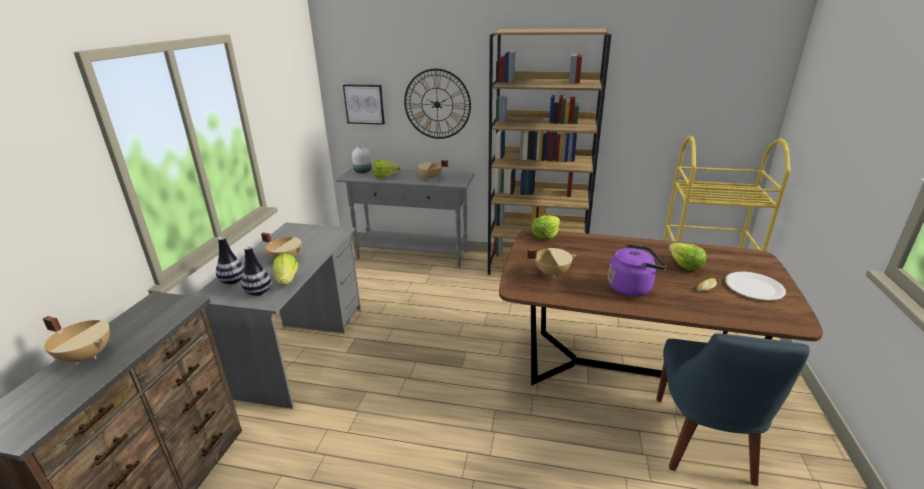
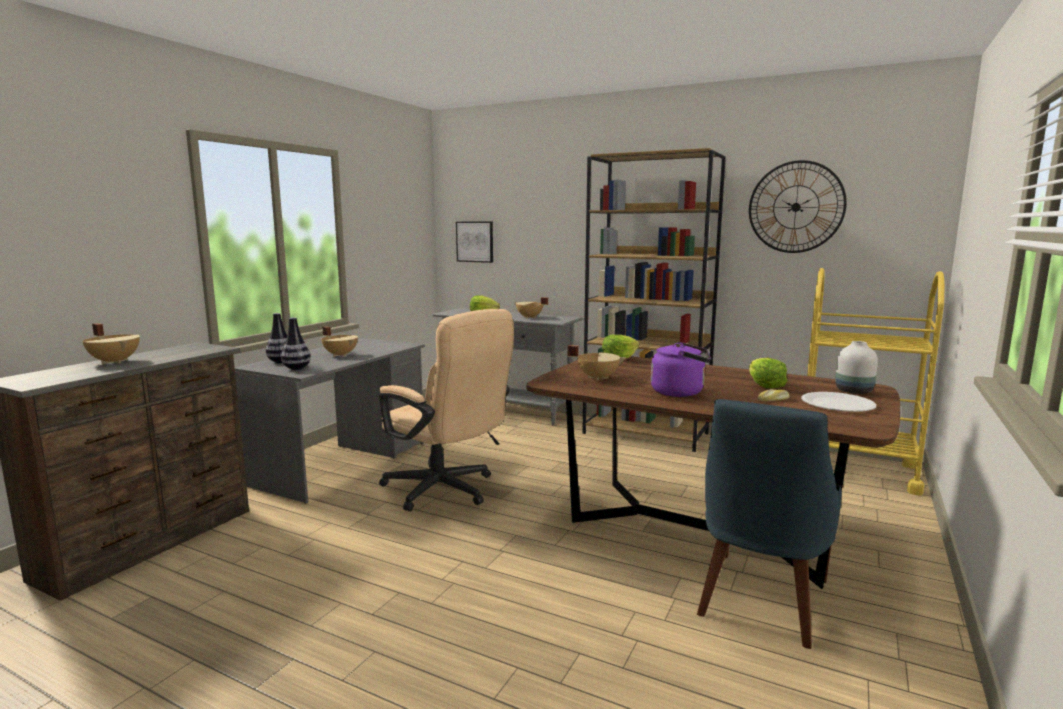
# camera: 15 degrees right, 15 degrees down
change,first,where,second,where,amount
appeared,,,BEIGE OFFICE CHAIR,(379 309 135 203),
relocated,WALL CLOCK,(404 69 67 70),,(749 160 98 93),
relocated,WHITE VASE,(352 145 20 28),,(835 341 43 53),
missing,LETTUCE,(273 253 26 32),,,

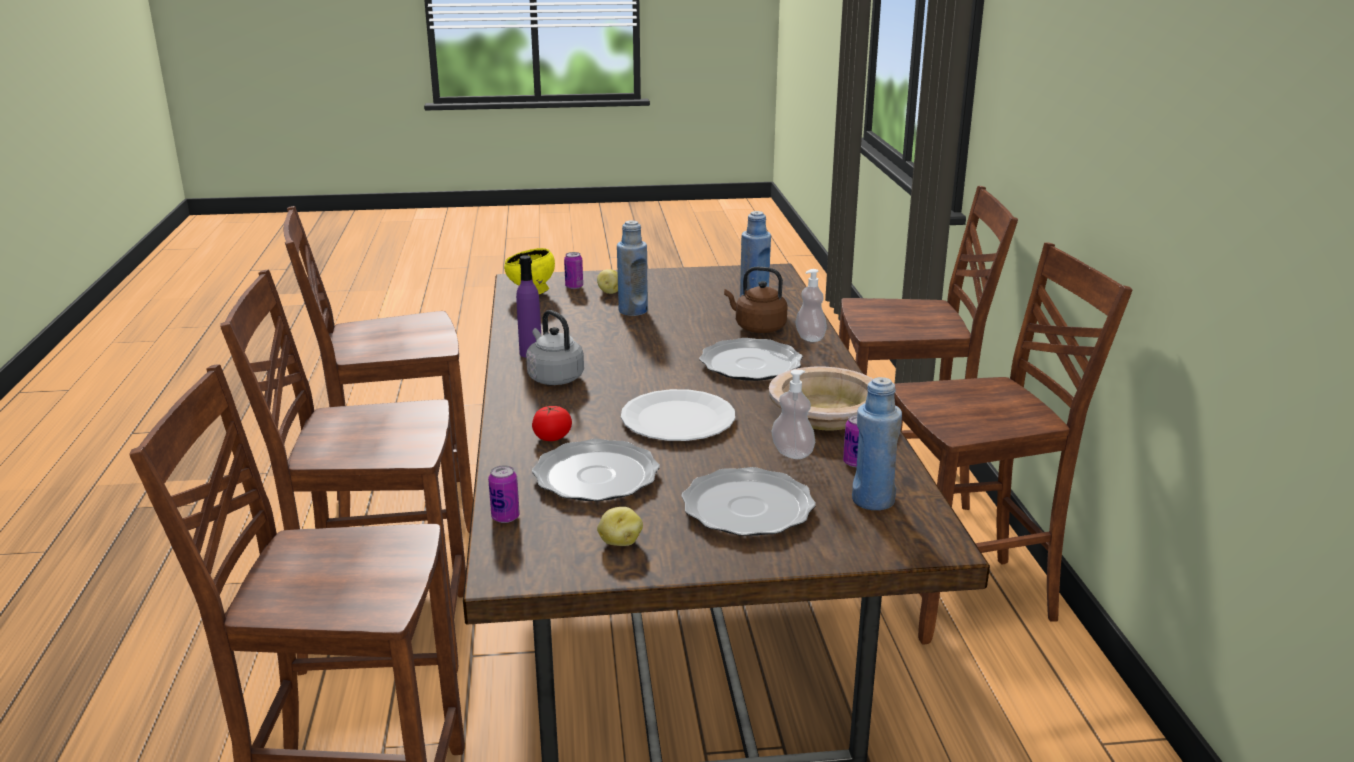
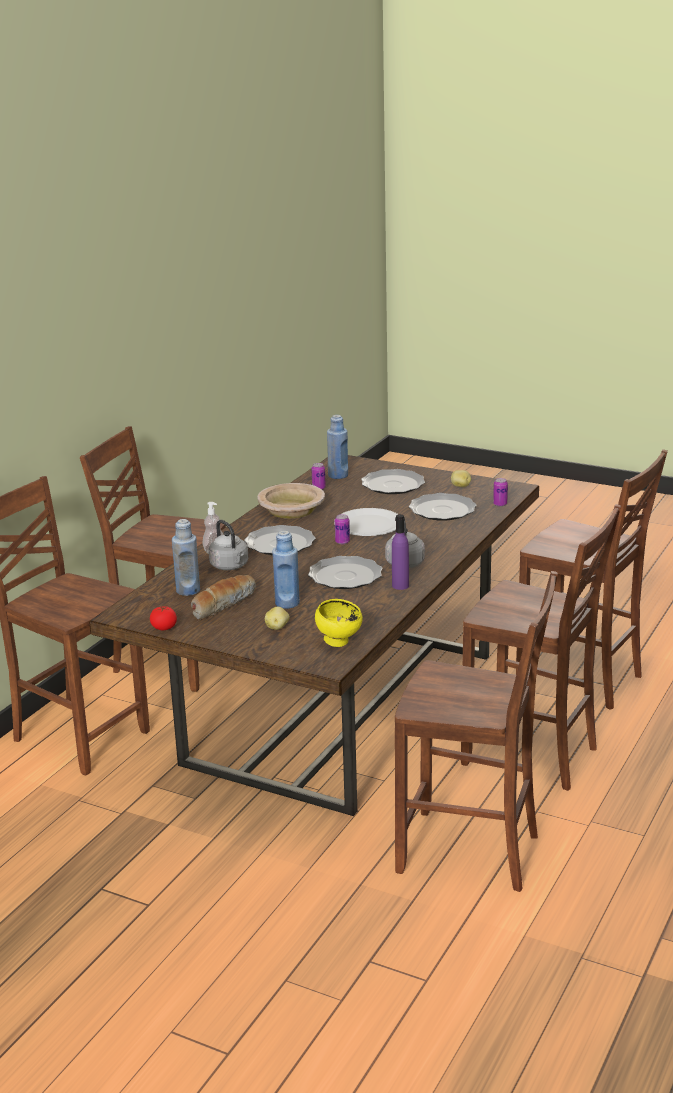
# camera: 145 degrees left, 0 degrees up
change,first,where,second,where,amount
relocated,TOMATO,(532 406 40 35),,(150 606 27 24),
appeared,,,BREAD,(191 575 65 45),
colour,BROWN KETTLE,(724 267 64 66),GREY KETTLE,(209 520 40 50),
appeared,,,PLATE,(308 556 74 33),
relocated,CAN,(564 252 19 37),,(335 514 15 30),
missing,SOAP DISPENSER,(772 370 43 89),,,

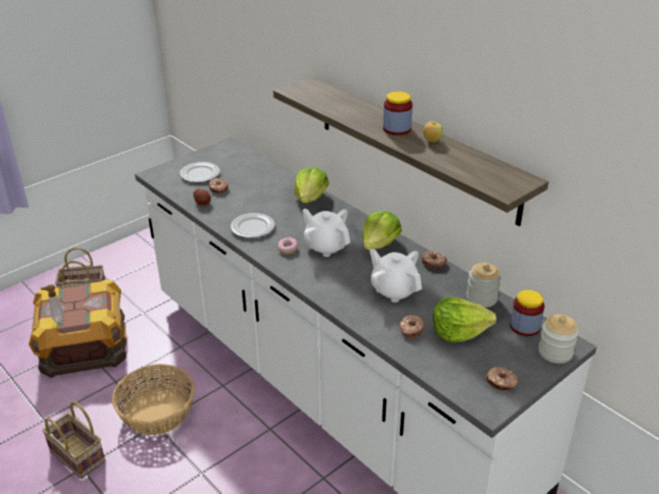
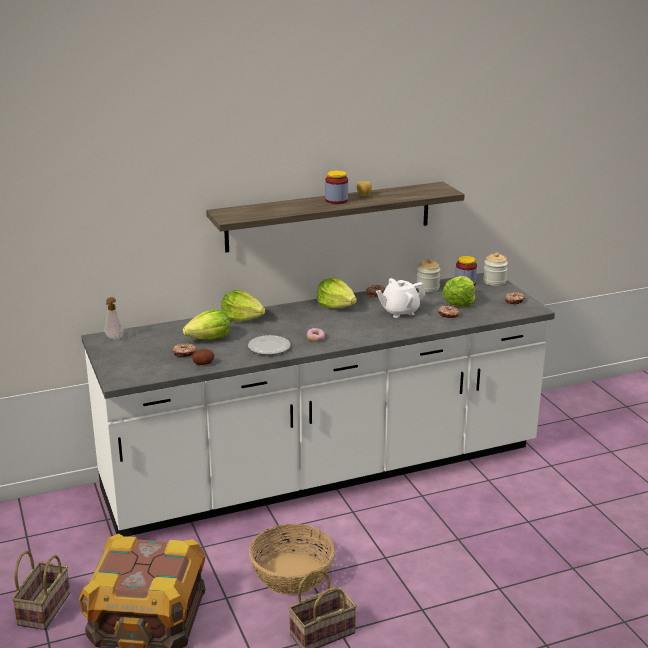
# camera: 70 degrees left, 10 degrees down
change,first,where,second,where,amount
relocated,SOAP DISPENSER,(41 285 23 37),,(105 297 18 42),
appeared,,,LETTUCE,(183 309 47 31),
missing,PLATE,(180 162 40 20),,,
missing,WHITE TEAPOT,(302 209 48 48),,,

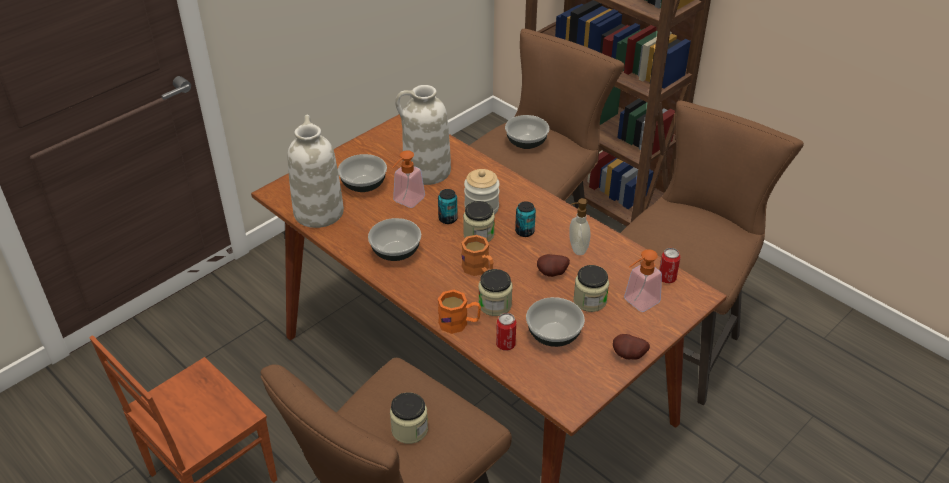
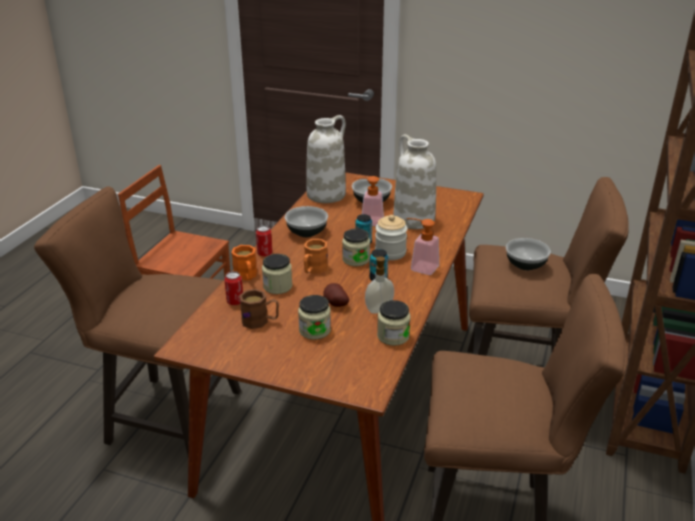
# camera: 65 degrees right, 10 degrees down
change,first,where,second,where,amount
exchanged,BOWL,(526 297 59 50),BROWN MUG,(239 289 40 40),
relocated,CAN,(659 248 21 35),,(256 225 16 31),
relocated,JAR,(390 392 38 52),,(377 300 34 46),
relocated,SOAP DISPENSER,(624 249 38 63),,(407 218 32 57),
missing,POTATO,(613 334 37 26),,,

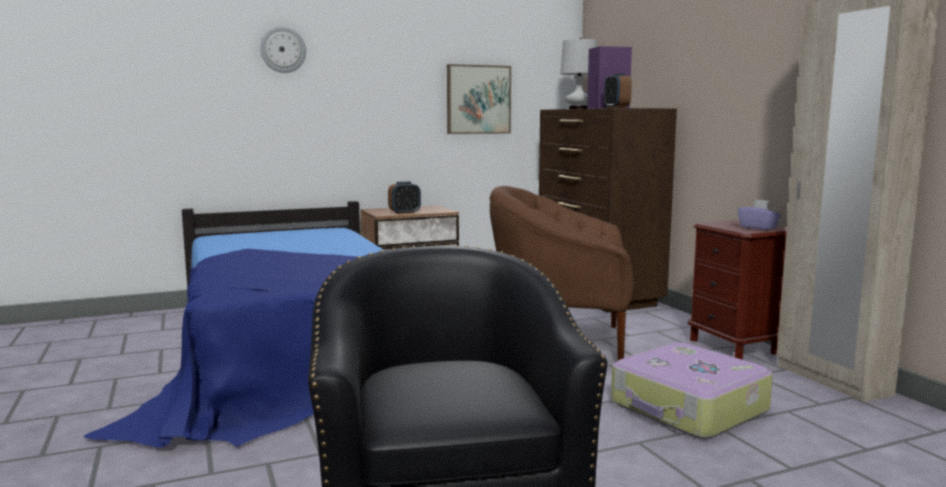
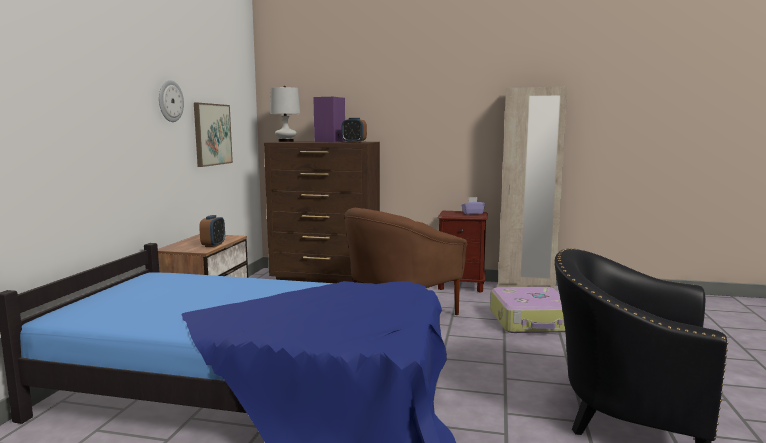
# camera: 55 degrees left, 0 degrees up
change,first,where,second,where,amount
relocated,WALL CLOCK,(260 26 46 47),,(159 80 25 42),

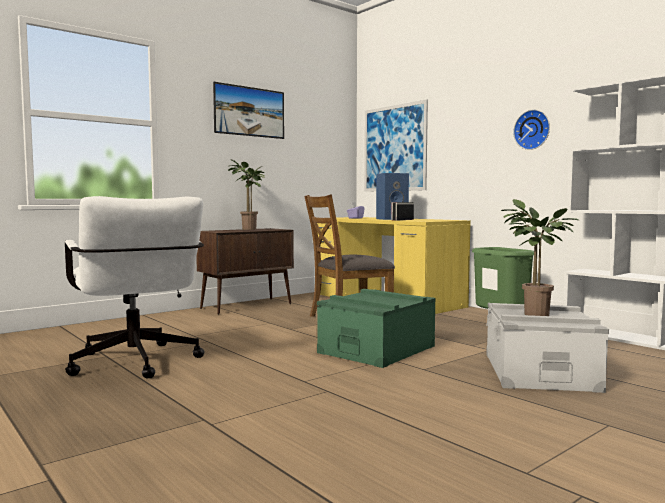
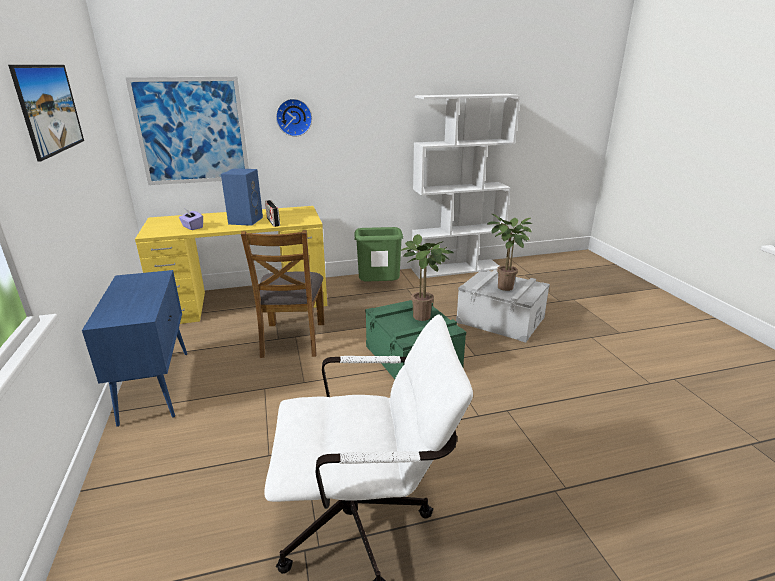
# camera: 65 degrees left, 20 degrees up
change,first,where,second,where,amount
colour,BROWN CABINET,(196 228 98 87),BLUE CABINET,(82 270 105 157),
relocated,WALL CLOCK,(513 110 37 40),,(276 99 36 37),
relocated,POTTED PLANT,(228 159 36 71),,(400 234 54 87),

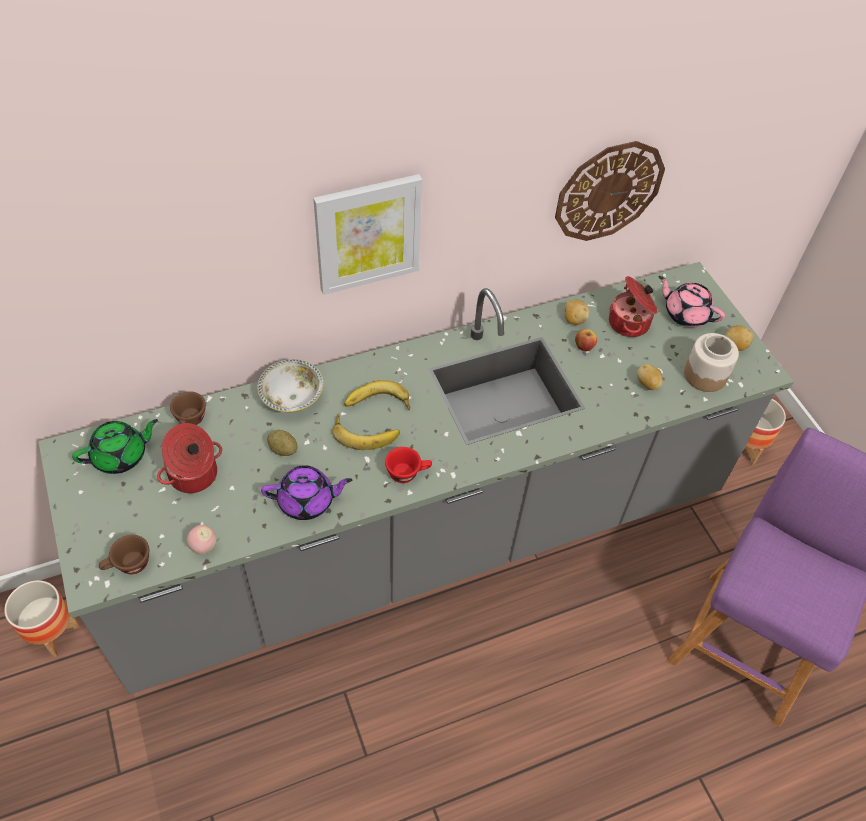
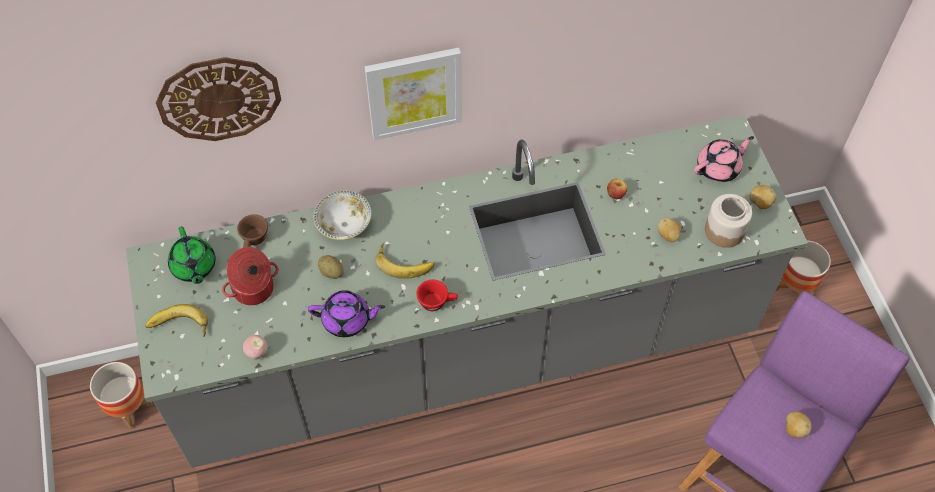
# camera: 10 degrees right, 5 degrees up
change,first,where,second,where,amount
relocated,BANANA,(344 380 66 30),,(145 304 63 33),
relocated,WALL CLOCK,(555 141 110 100),,(156 57 125 84),
spun,GREEN TEAPOT,(72 419 86 55),,(168 226 48 58),90 degrees clockwise
spun,PINK TEAPOT,(659 276 66 51),,(694 136 60 46),105 degrees clockwise
relocated,POTATO,(564 299 25 26),,(786 411 26 27),
missing,BROWN CUP,(99 535 50 39),,,
missing,COOKING POT,(609 276 48 61),,,

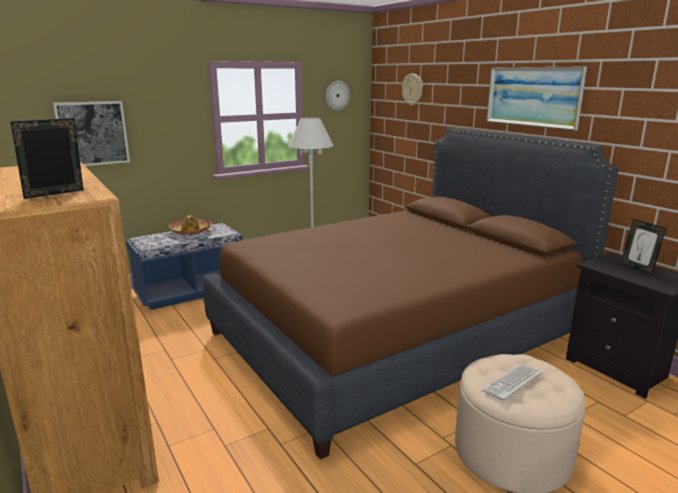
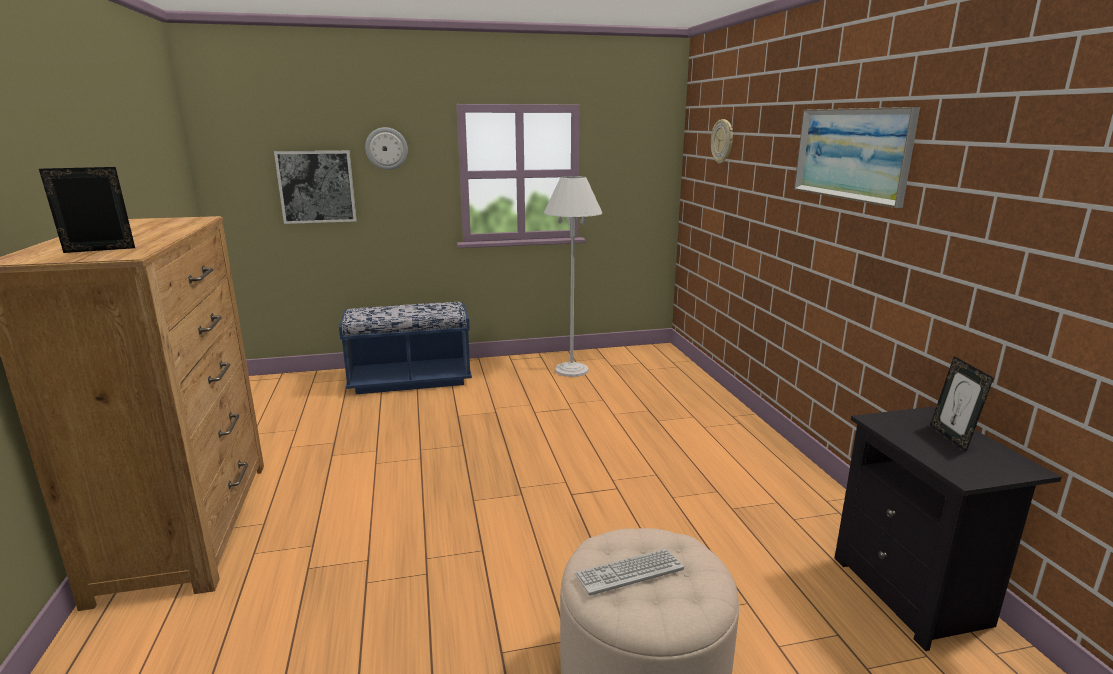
# camera: 20 degrees right, 0 degrees up
change,first,where,second,where,amount
relocated,WALL CLOCK,(326 81 24 30),,(365 127 43 43),
missing,HAT,(168 215 44 20),,,
missing,BROWN BED,(203 127 416 332),,,

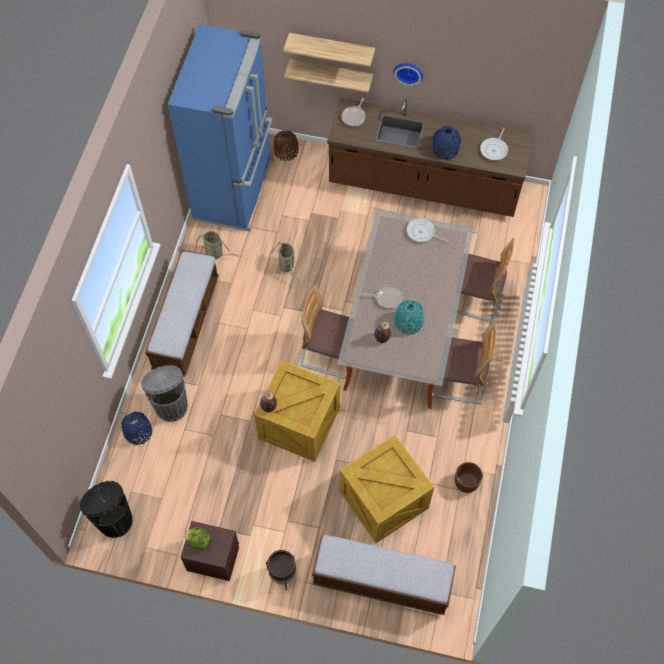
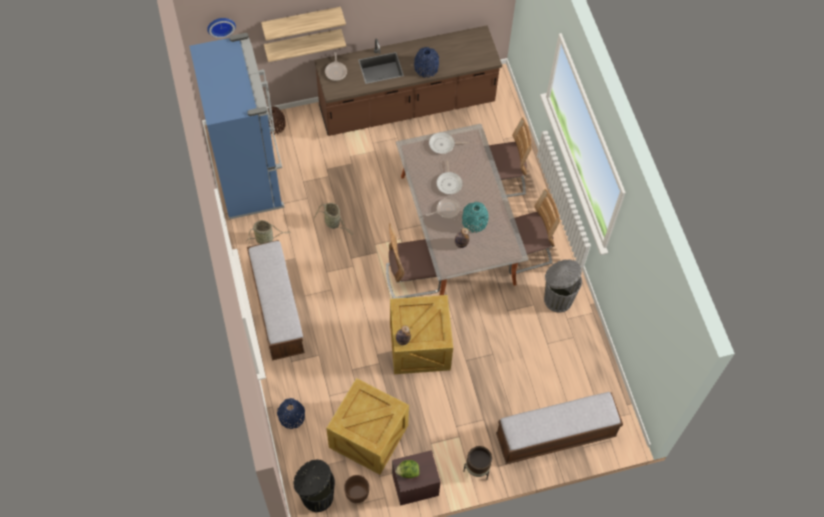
# camera: 30 degrees left, 0 degrees up
change,first,where,second,where,amount
relocated,WALL CLOCK,(393 63 30 23),,(207 18 29 20),
relocated,CRATE,(339 435 95 108),,(326 378 83 97),
relocated,BROWN PLANTER,(455 462 28 31),,(344 475 25 28),
relocated,FRYING PAN,(480 128 28 32),,(436 160 27 35),
relocated,GREY TRASH CAN,(141 365 47 57),,(544 259 38 54),

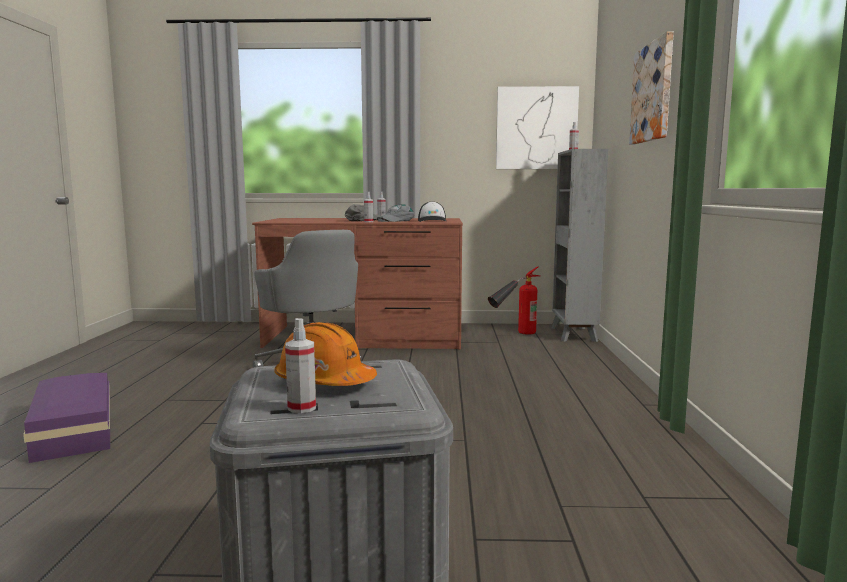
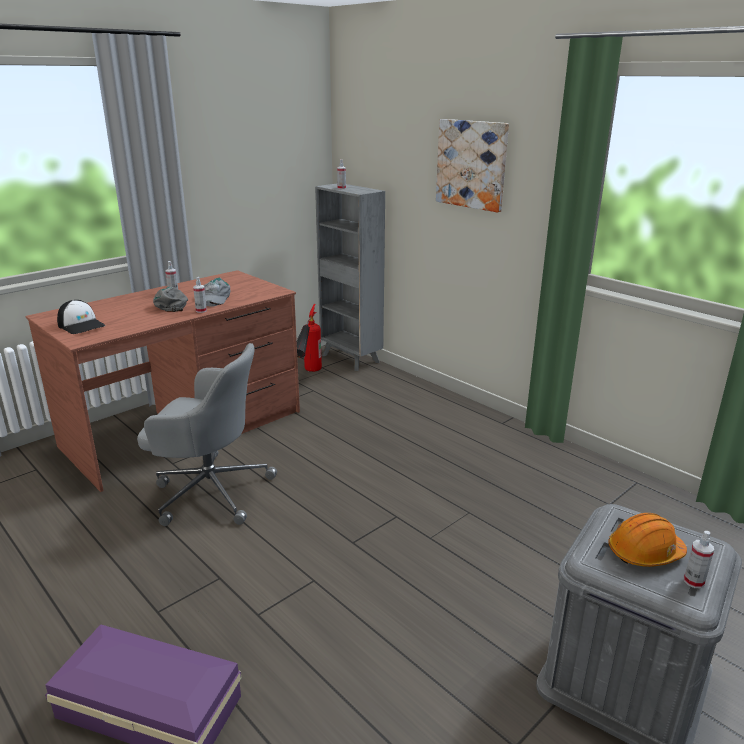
# camera: 45 degrees left, 15 degrees up
change,first,where,second,where,amount
relocated,CAP,(418 201 29 21),,(57 300 49 34),
missing,PICTURE,(496 86 83 83),,,

